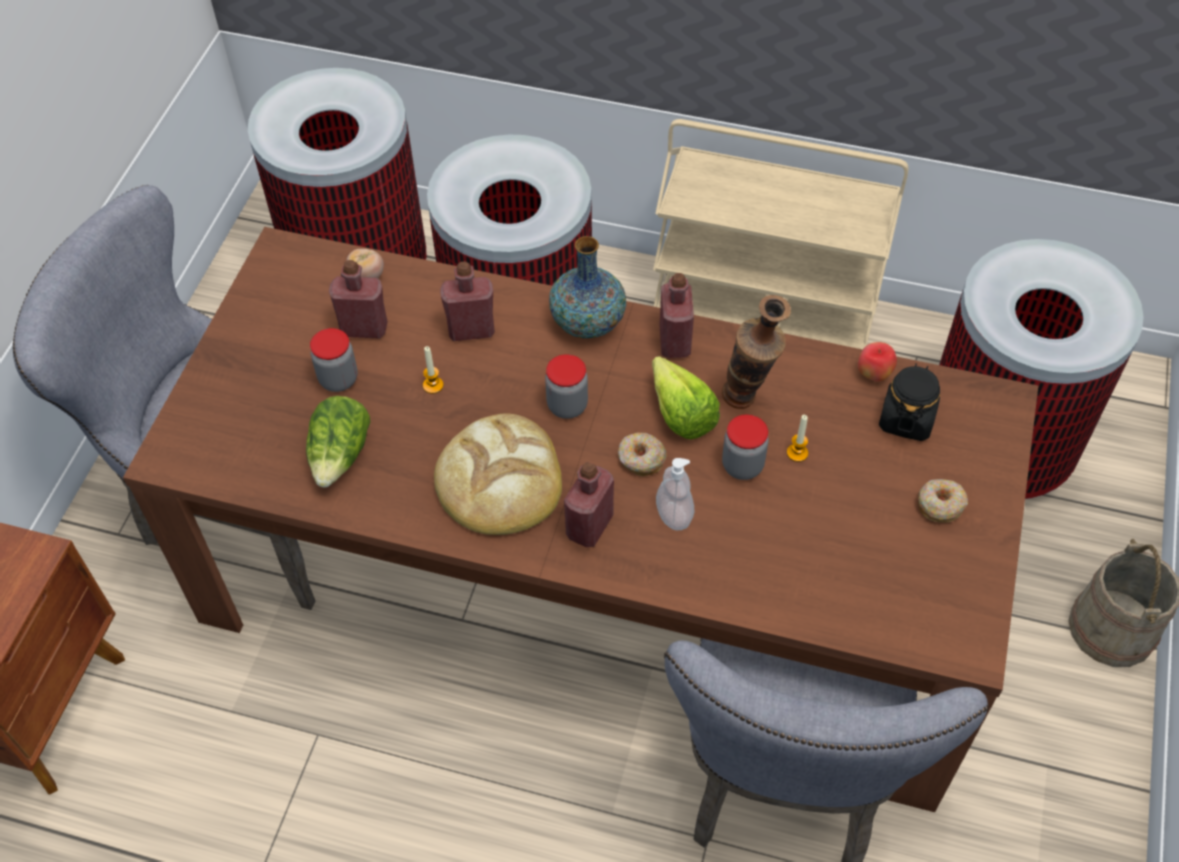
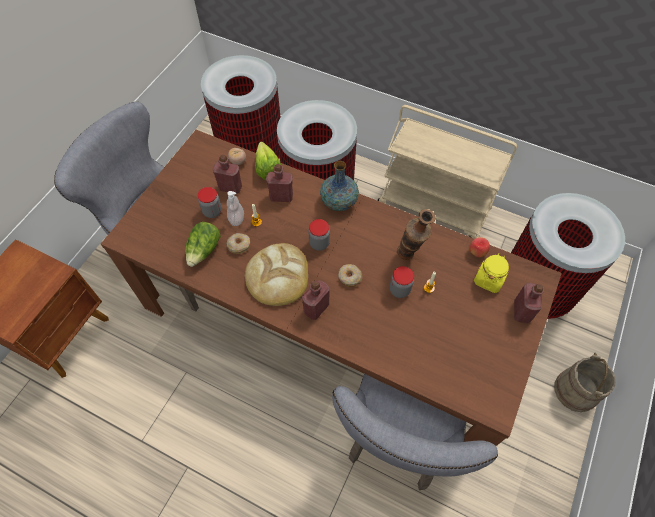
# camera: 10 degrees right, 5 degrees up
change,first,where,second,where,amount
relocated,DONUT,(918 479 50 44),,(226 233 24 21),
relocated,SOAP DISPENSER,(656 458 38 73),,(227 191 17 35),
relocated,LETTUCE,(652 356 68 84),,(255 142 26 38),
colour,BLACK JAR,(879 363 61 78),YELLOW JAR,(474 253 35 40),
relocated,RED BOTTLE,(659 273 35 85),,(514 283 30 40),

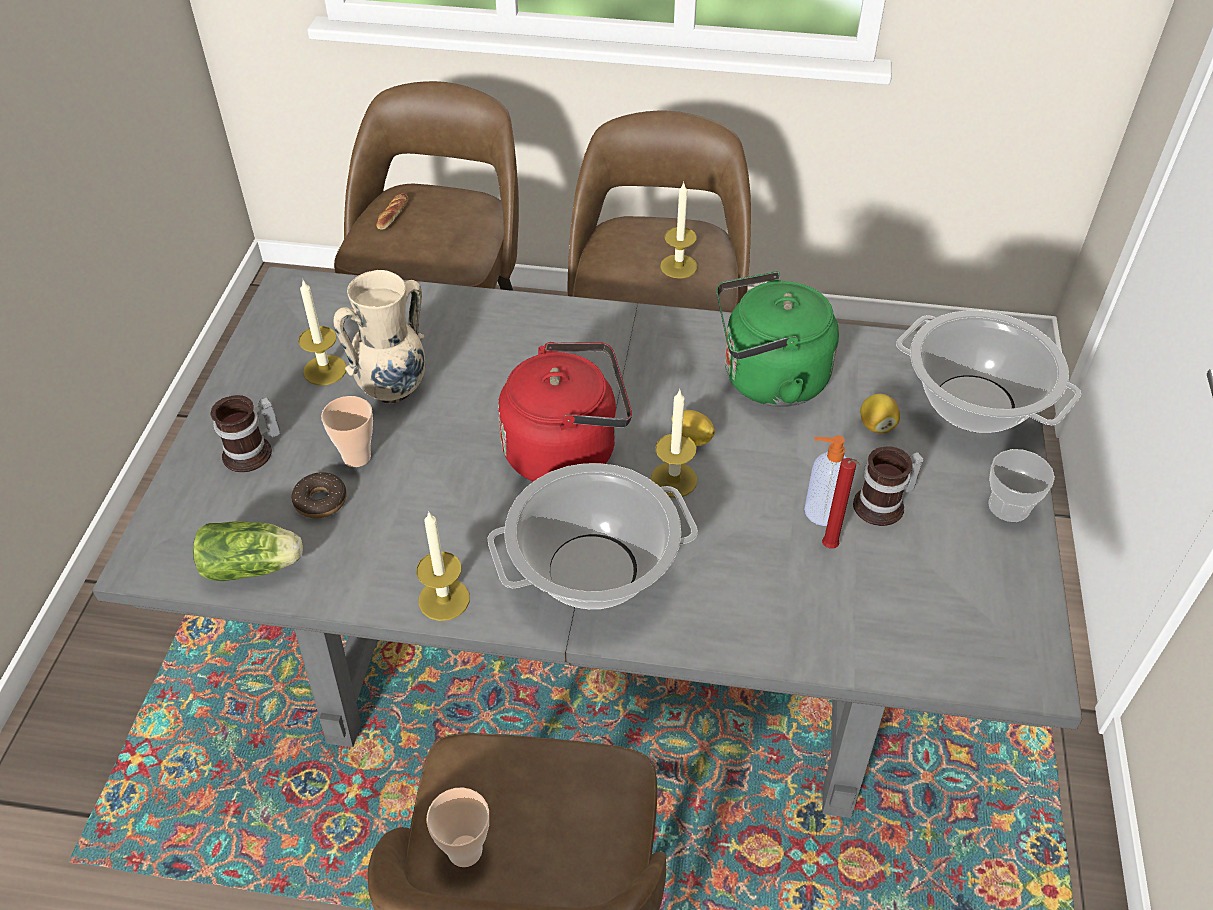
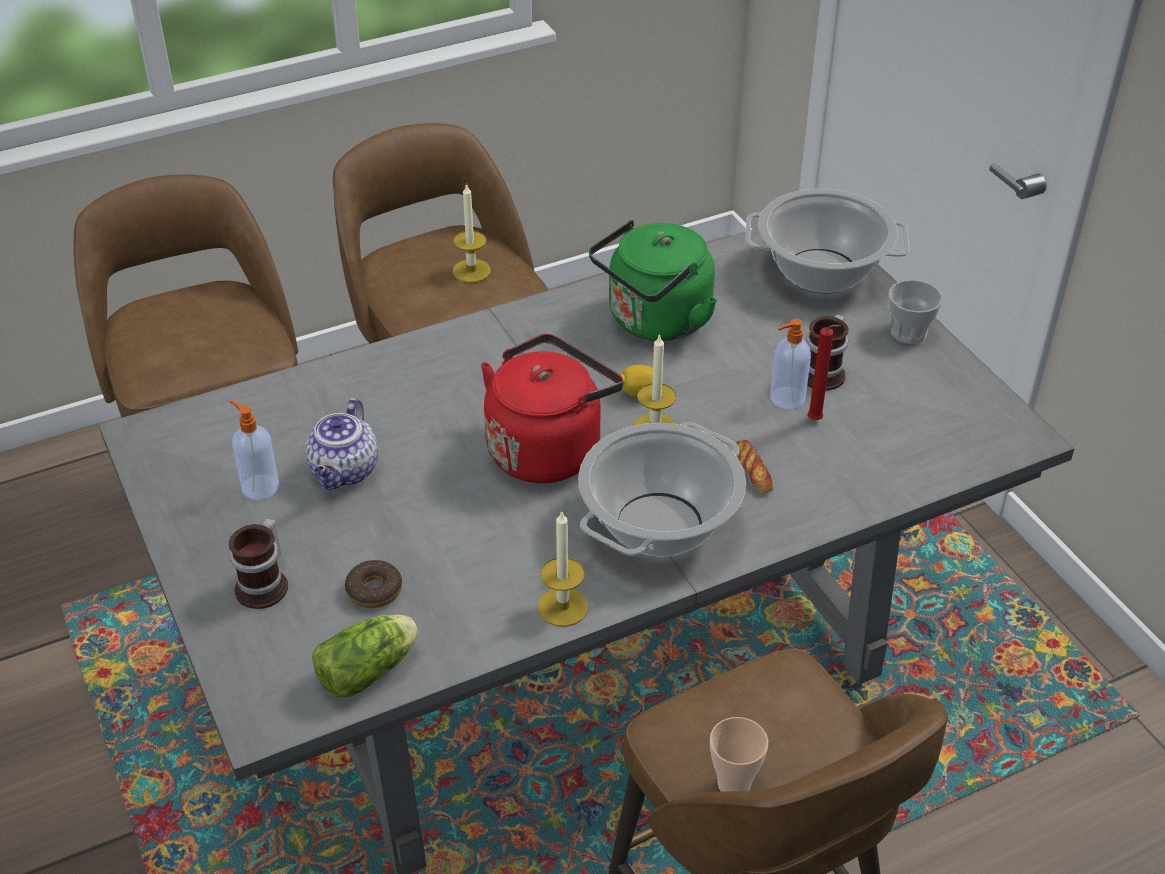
# camera: 35 degrees left, 5 degrees down
change,first,where,second,where,amount
exchanged,CANDLE,(298 280 49 105),SOAP DISPENSER,(230 400 49 100),
exchanged,BEIGE VASE,(333 270 93 133),TEAPOT,(305 398 73 92),
relocated,BREAD,(376 193 32 37),,(736 440 38 54),
missing,CUP,(321 396 52 71),,,
missing,LEMON,(860 394 40 39),,,

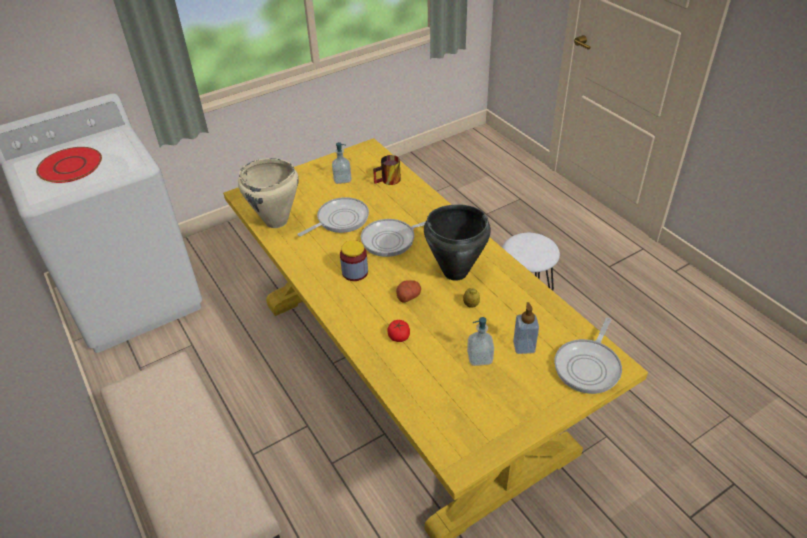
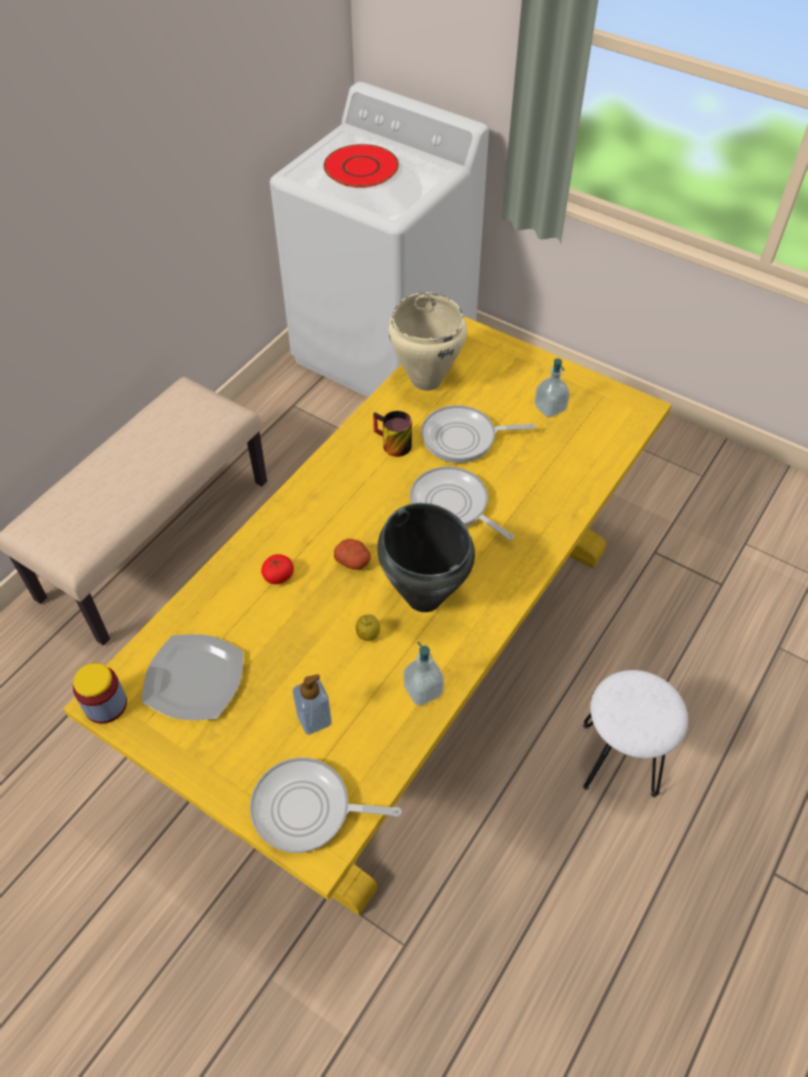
# camera: 65 degrees right, 10 degrees up
change,first,where,second,where,amount
relocated,JAR,(340 240 28 41),,(73 663 54 61),
appeared,,,PLATE,(141 634 103 86),
relocated,MUG,(373 155 28 30),,(373 411 39 46),
relocated,SOAP DISPENSER,(467 317 27 49),,(403 642 41 64),
spun,FRYING PAN,(298 197 71 39),,(421 405 115 58),150 degrees clockwise

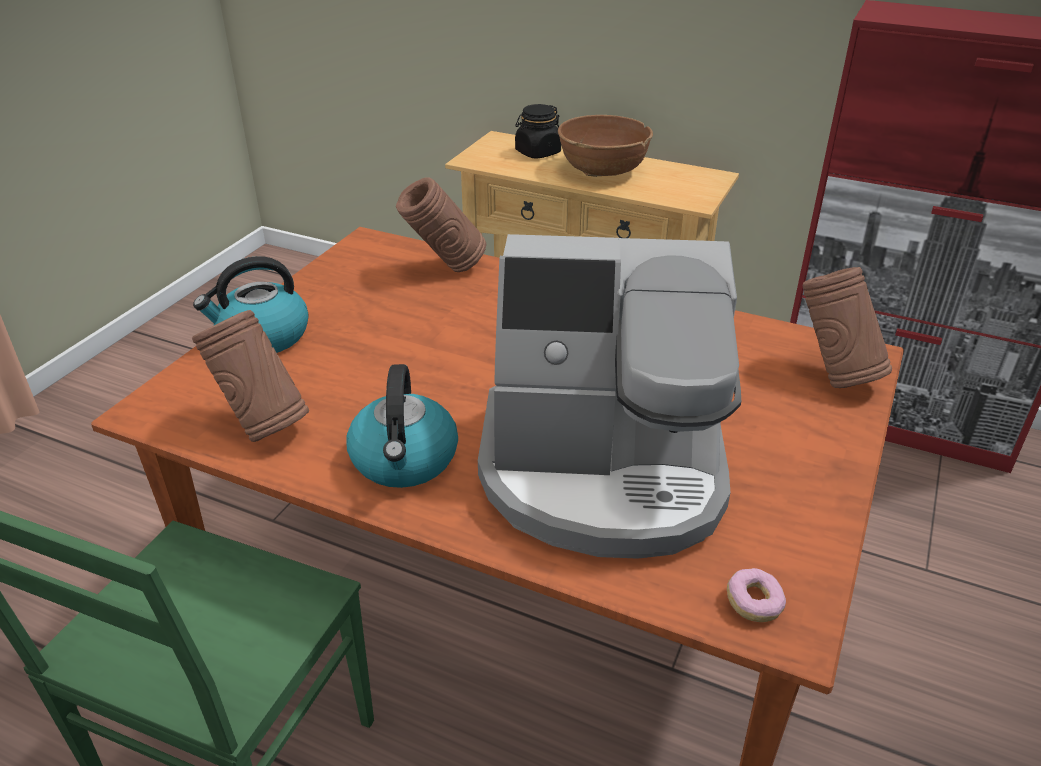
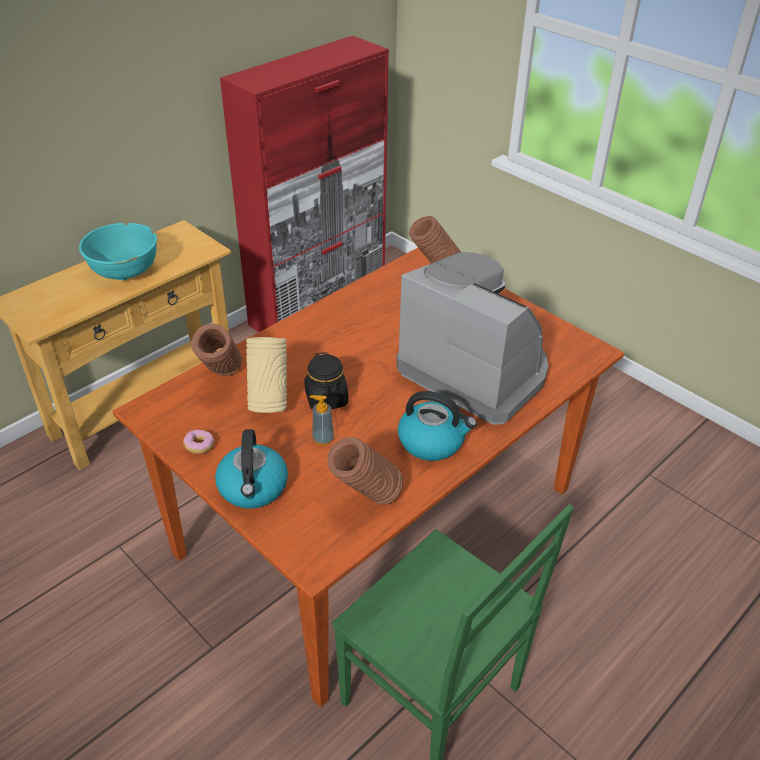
# camera: 70 degrees left, 5 degrees up
change,first,where,second,where,amount
colour,BROWN BOWL,(558 115 95 62),TURQUOISE BOWL,(79 223 78 57),
relocated,DONUT,(727 568 59 54),,(183 430 31 24),
appeared,,,BEIGE VASE,(246 337 41 76),
relocated,BLACK JAR,(515 104 46 55),,(304 352 44 58),
appeared,,,SOAP DISPENSER,(310 395 24 50),
spun,COFFEE MACHINE,(478 234 263 325),,(396 252 152 173),75 degrees counterclockwise

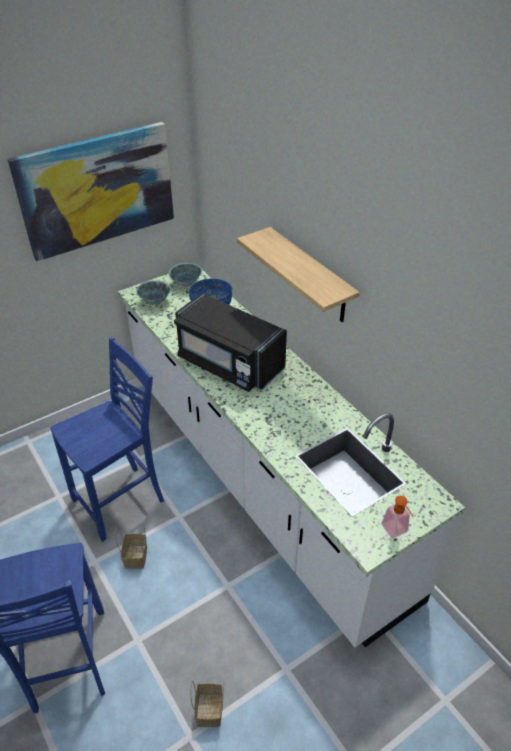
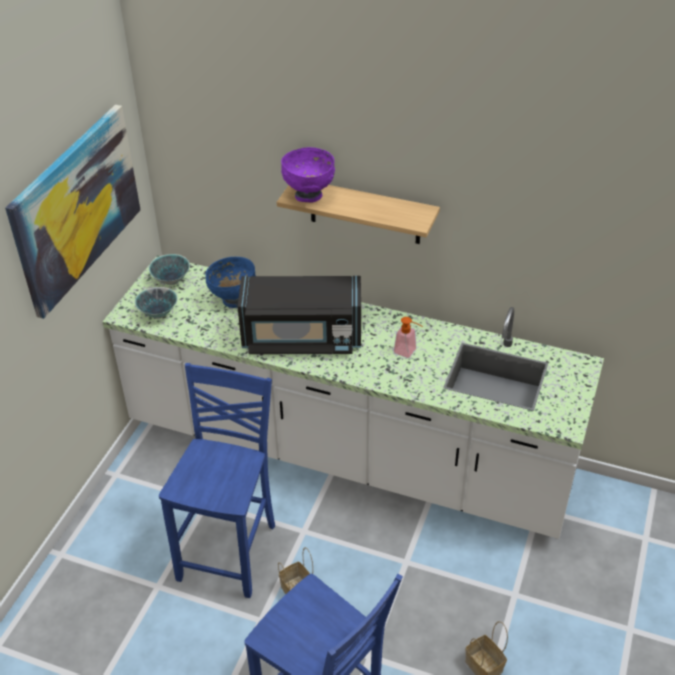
# camera: 35 degrees left, 0 degrees up
change,first,where,second,where,amount
appeared,,,PURPLE BOWL,(281 147 54 55),
relocated,SOAP DISPENSER,(381 496 33 42),,(393 317 30 41),

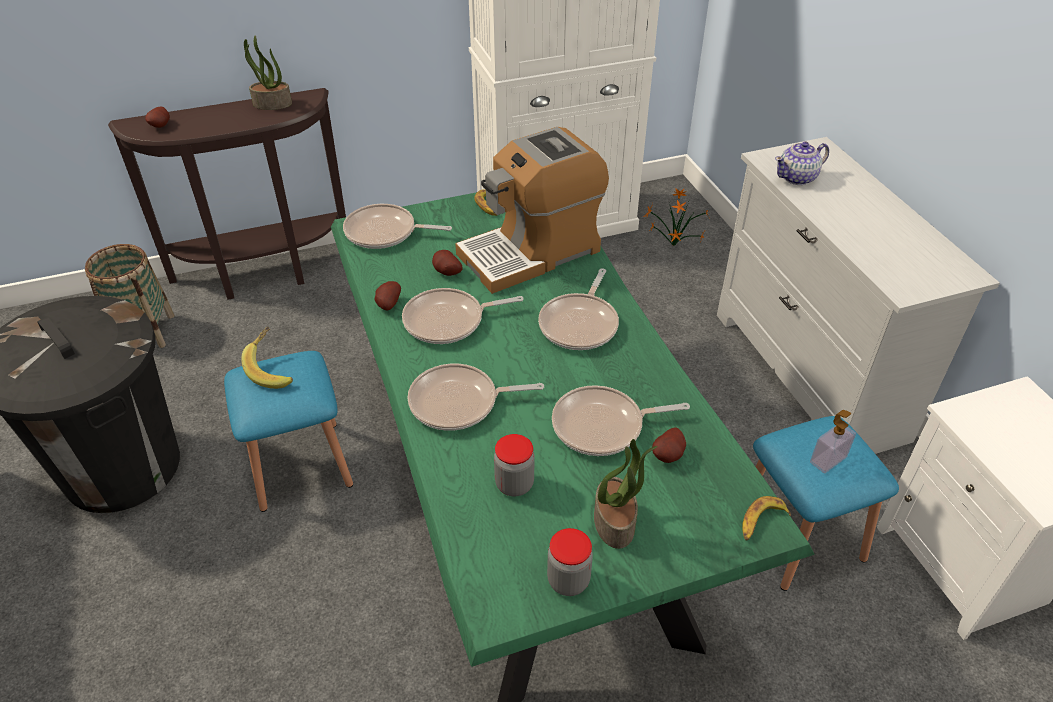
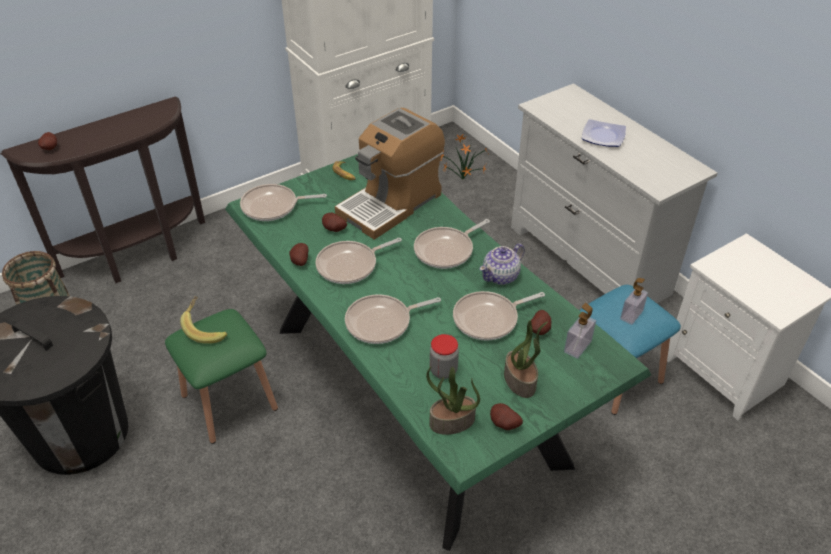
# camera: 15 degrees left, 0 degrees up
change,first,where,second,where,amount
colour,BLUE STOOL,(224 351 129 161),GREEN STOOL,(165 309 113 135),
spun,FRYING PAN,(538 268 81 82),,(414 219 76 50),45 degrees clockwise
relocated,POTTED PLANT,(244 35 48 75),,(426 366 54 69),
relocated,TEAPOT,(775 142 54 43),,(480 243 45 42),
exchanged,JAR,(547 528 46 68),POTATO,(490 403 33 27),
appeared,,,SOAP DISPENSER,(564 303 32 56),
appeared,,,PLATE,(582 119 44 28),
missing,BANANA,(742 496 49 45),,,

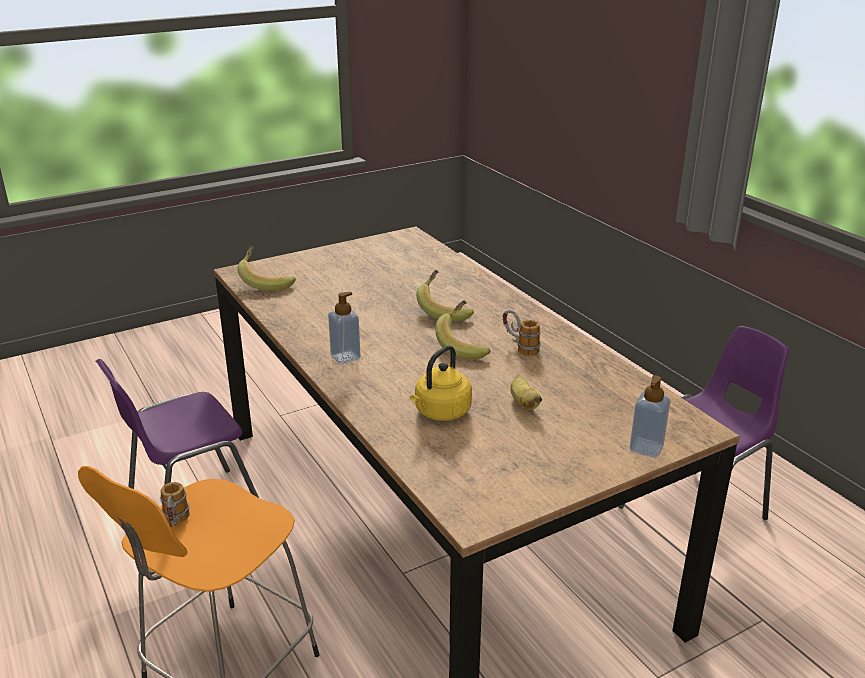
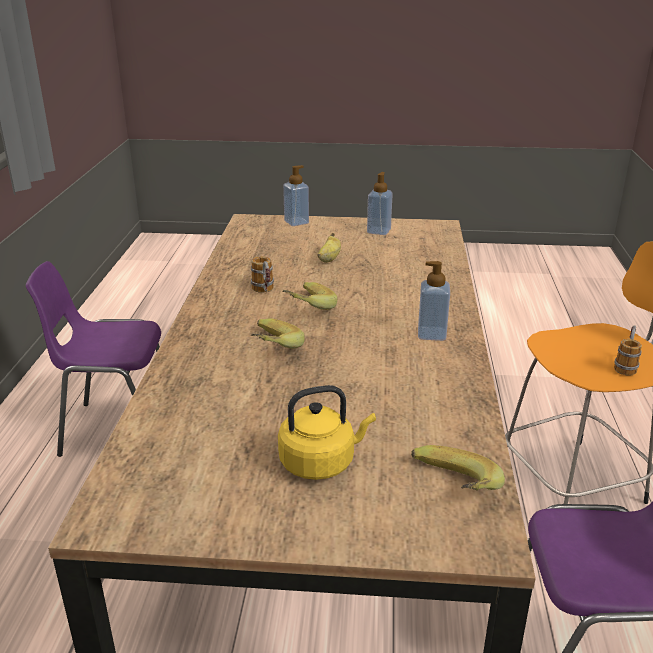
# camera: 145 degrees left, 0 degrees up
change,first,where,second,where,amount
relocated,YELLOW KETTLE,(410 345 62 76),,(278 385 98 95),
appeared,,,SOAP DISPENSER,(367 172 26 63),

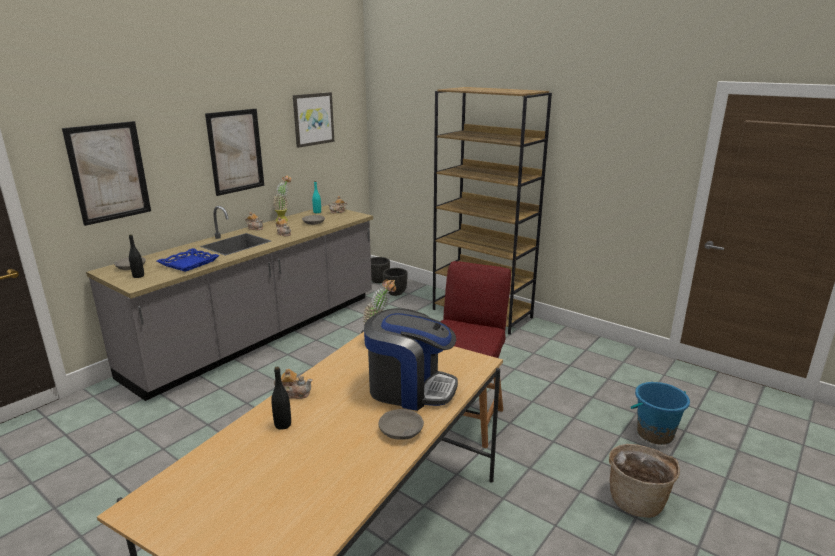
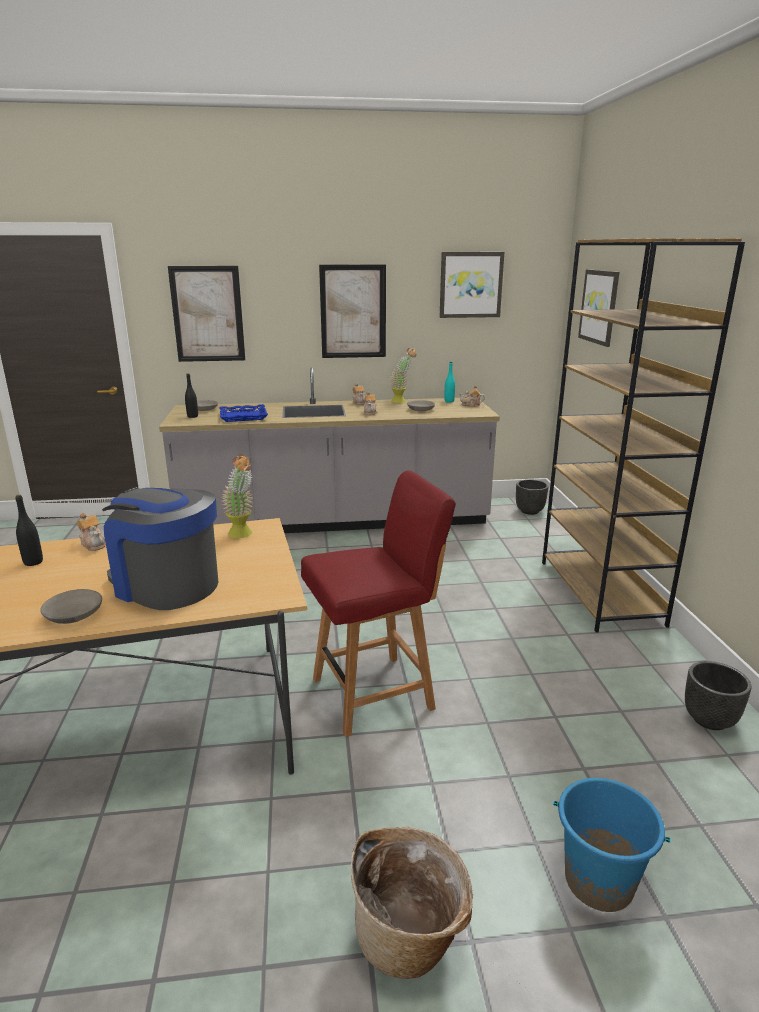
# camera: 45 degrees right, 0 degrees up
change,first,where,second,where,amount
spun,COFFEE MACHINE,(364 308 94 103),,(102 487 116 123),150 degrees clockwise
appeared,,,PICTURE,(578 269 41 78),
relocated,BLACK PLANTER,(383 268 25 28),,(685 661 66 69),

